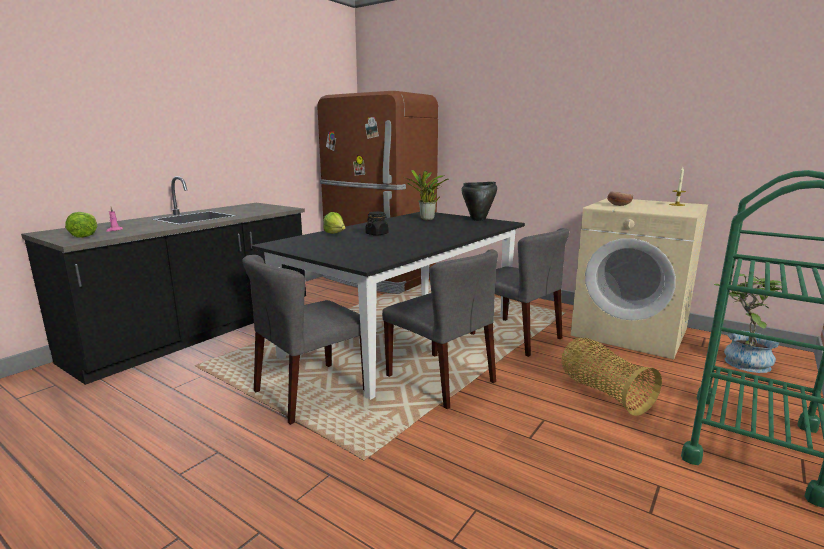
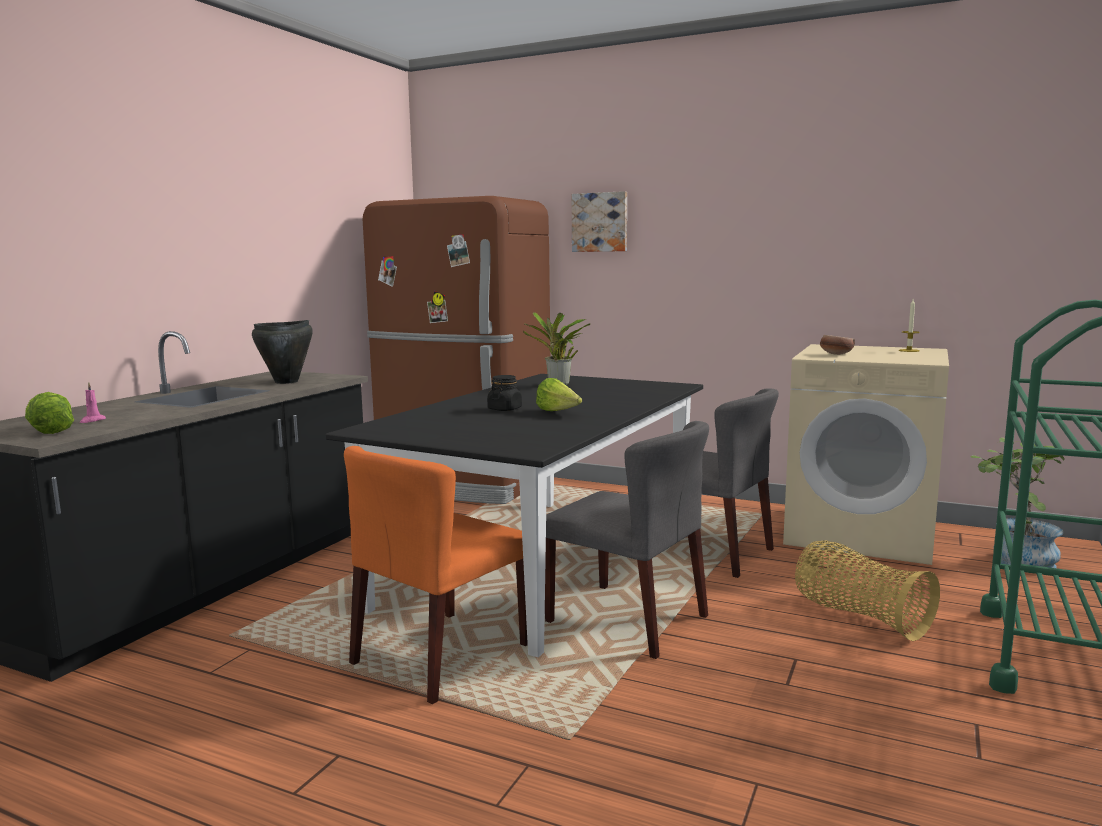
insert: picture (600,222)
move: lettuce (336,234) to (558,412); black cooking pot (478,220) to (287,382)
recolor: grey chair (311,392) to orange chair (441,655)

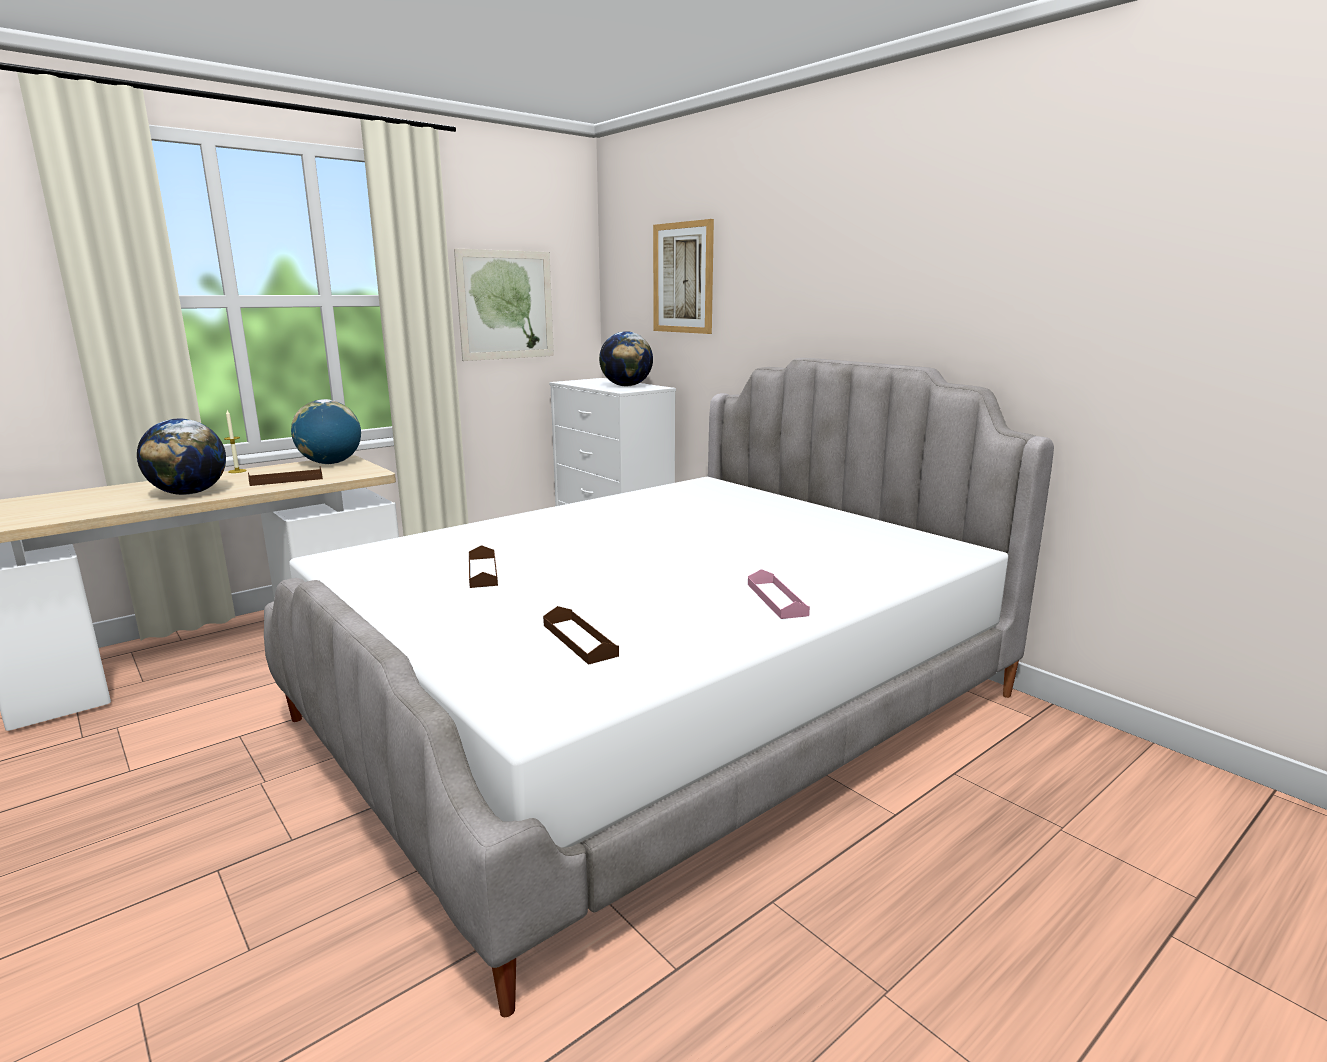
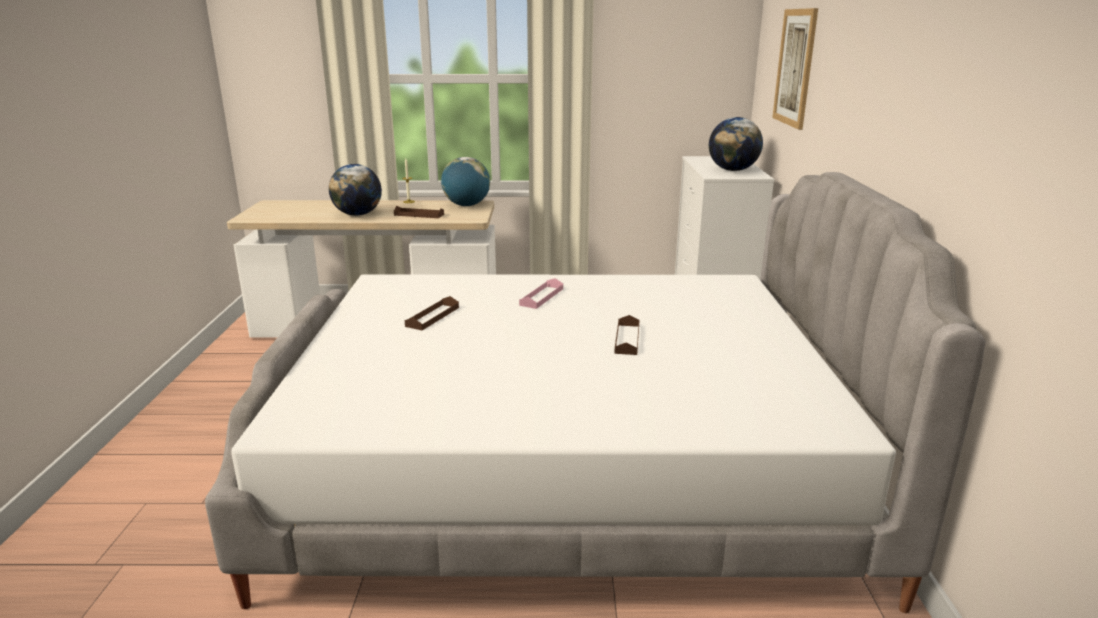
delete: picture (506,305)
move: brown tray (579,640) to (627,339); pink tray (776,599) to (541,297)

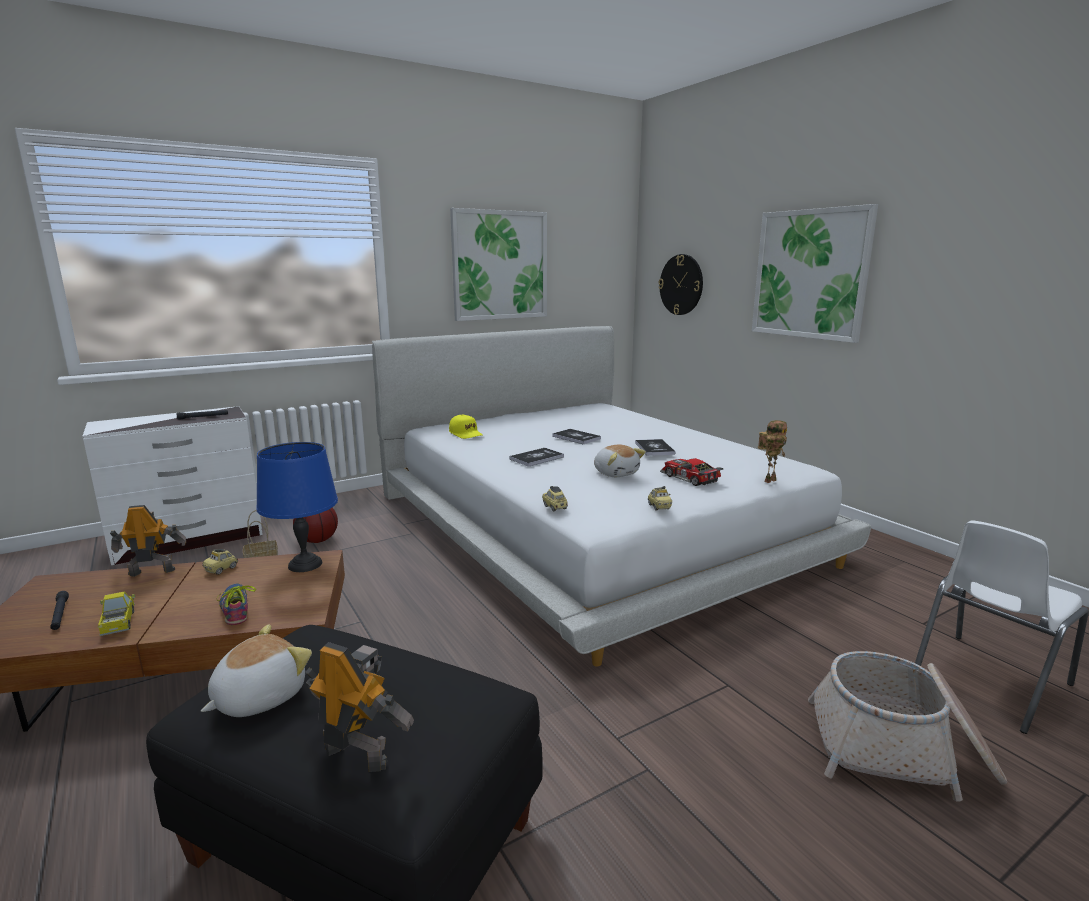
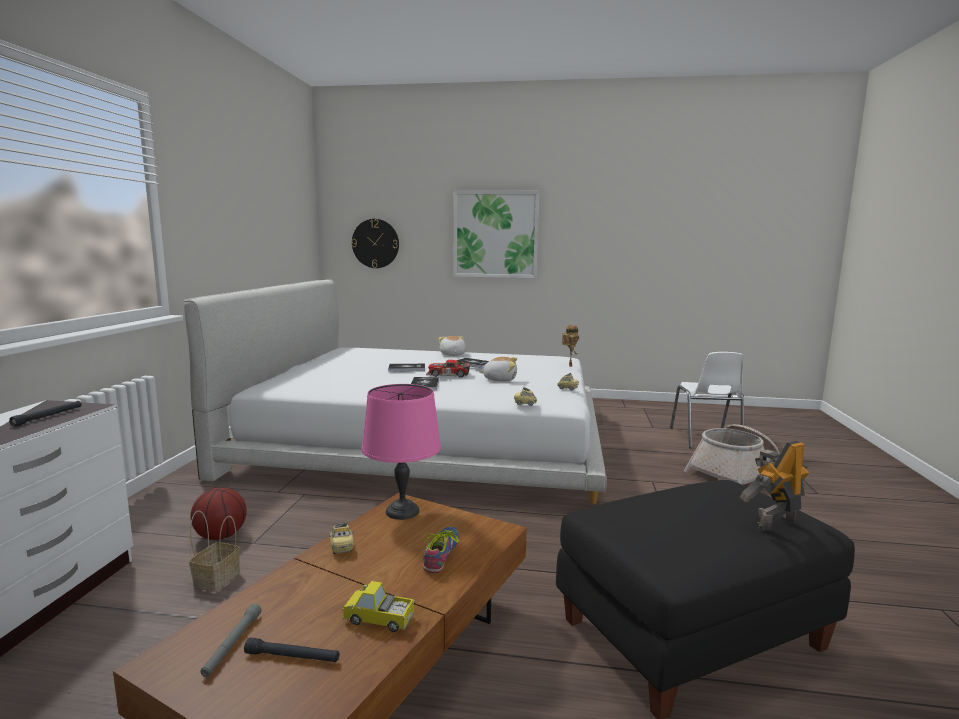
delete: toy robot (152,571); yellow cap (466,434); picture (500,265)
insert: grey flashlight (232,644)
move: plush toy (258,697) to (452,354); toy car (689,478) to (448,375)
recolor: blue table lamp (305,564) to pink table lamp (401,511)
rotate: shoe (238,608) = (444,554) 90 degrees clockwise

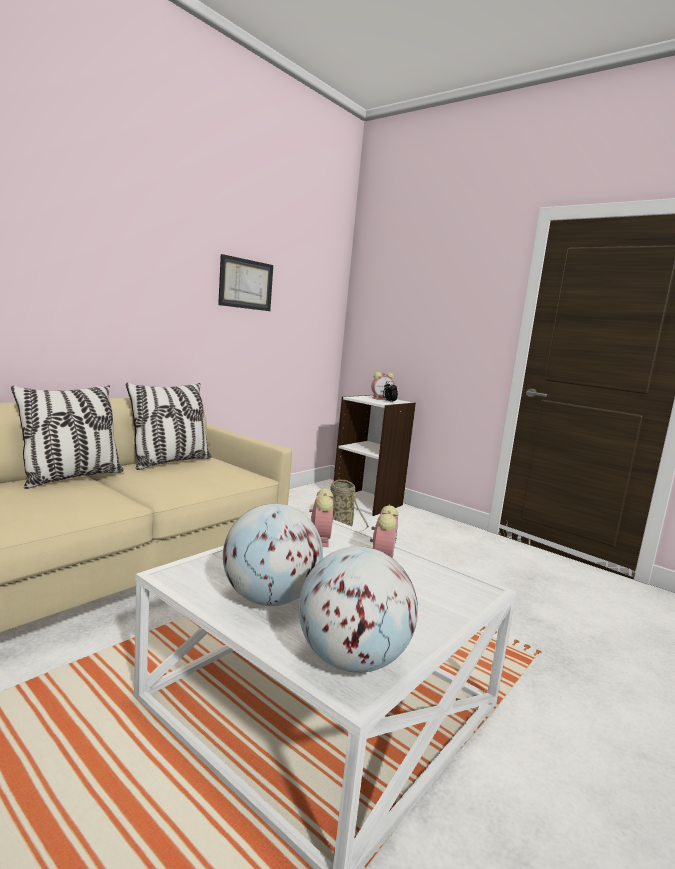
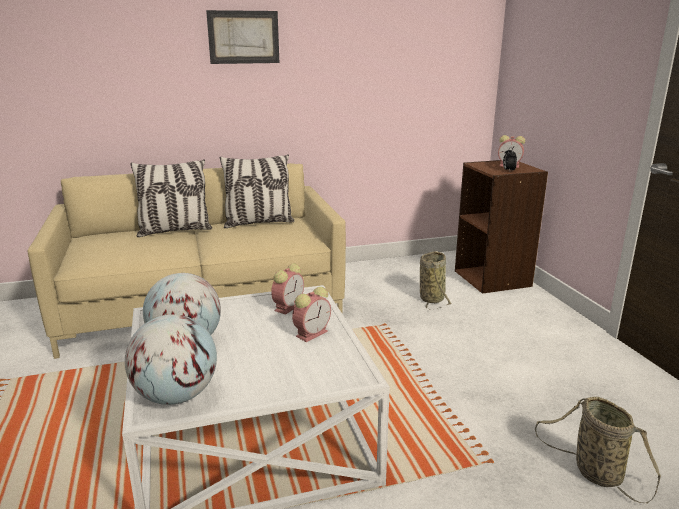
insert: basket (594,471)
move: picture (246,284) to (243,37)
recolor: white bookcase (368,502) to brown bookcase (493,278)

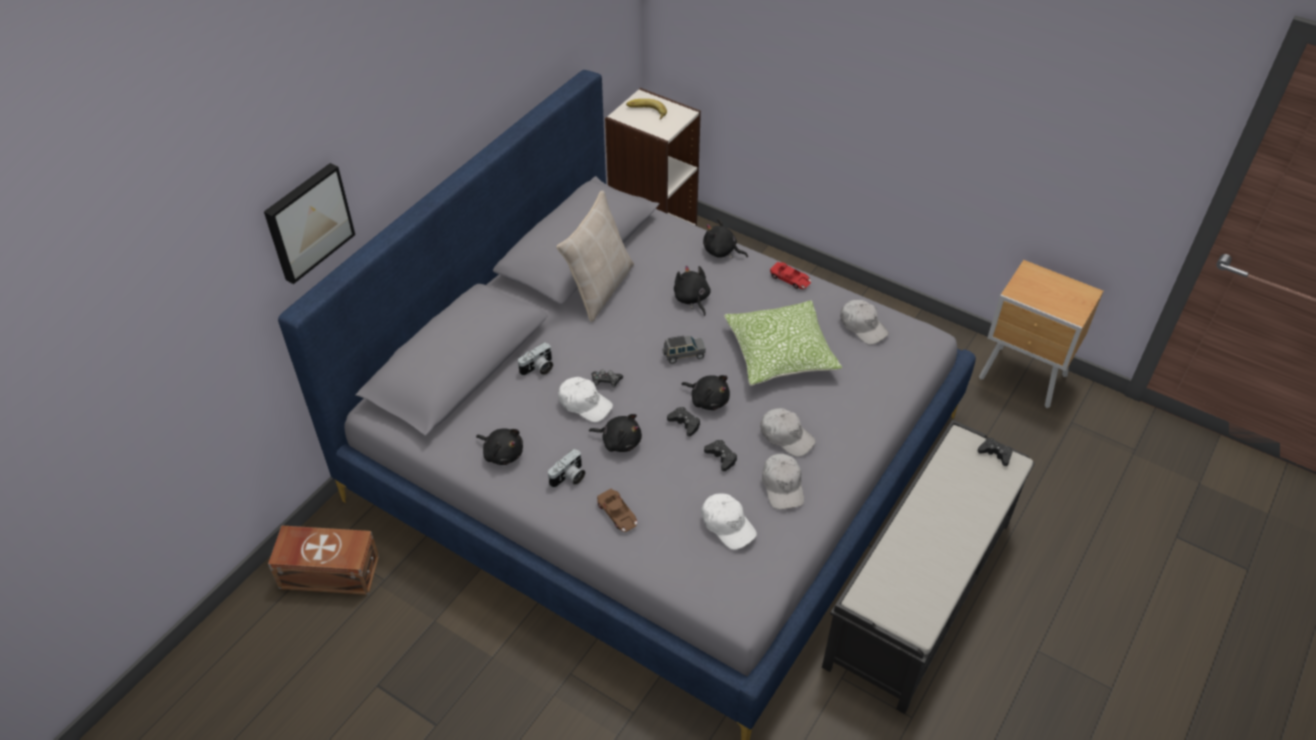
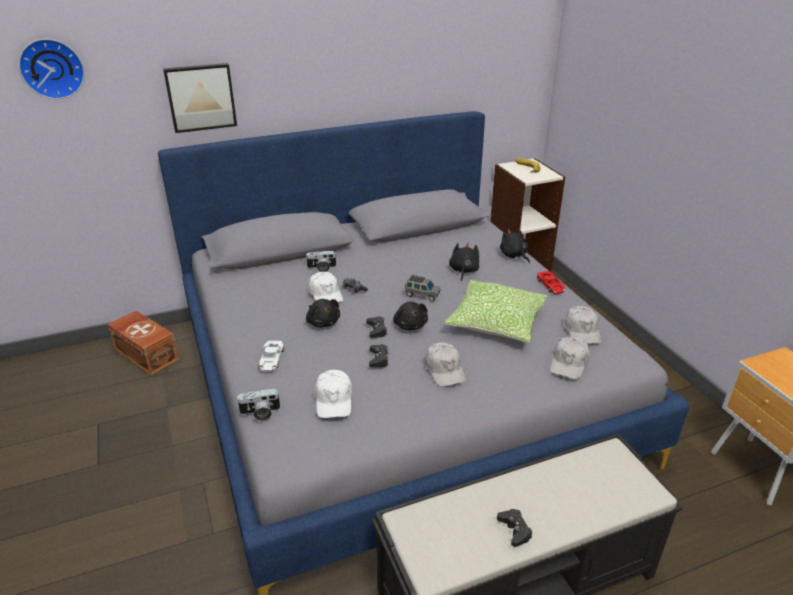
delete: black plush toy (502,453); beige pillow (599,288)
insert: wall clock (52,68)
move: photo camera (569,478) to (260,413); white cap (783,486) to (569,363); black game controller (995,454) to (514,530)
recolor: brown toy car (618,514) to white toy car (271,359)

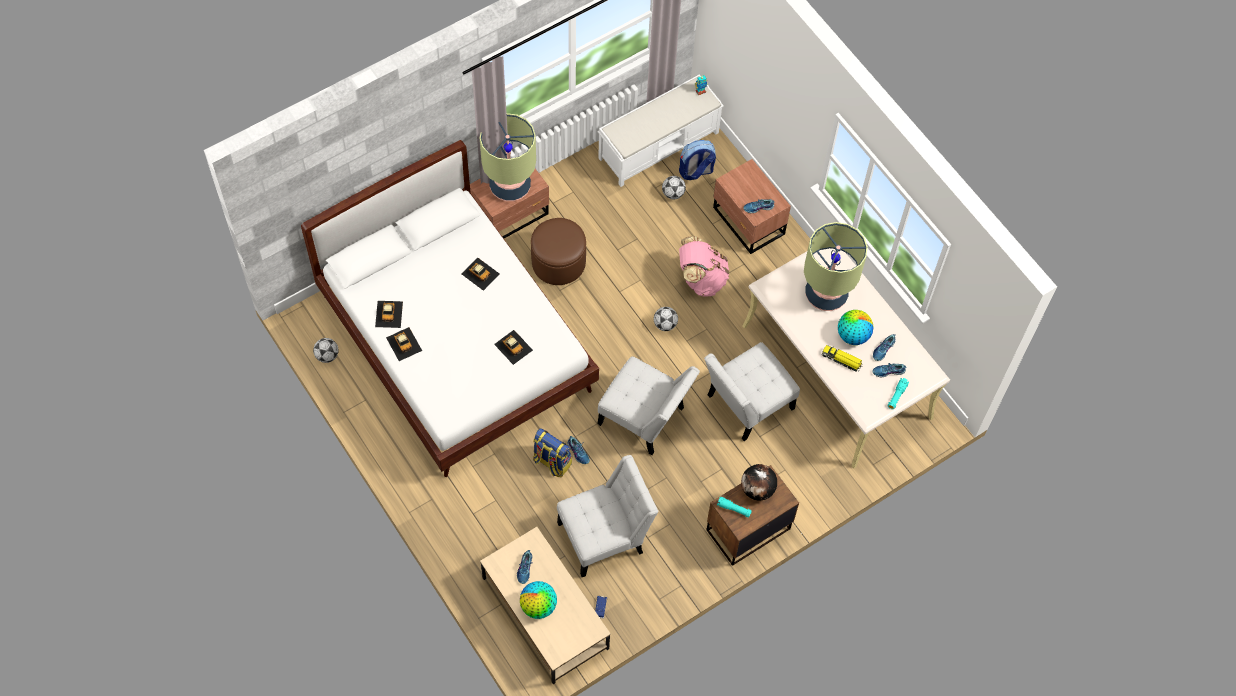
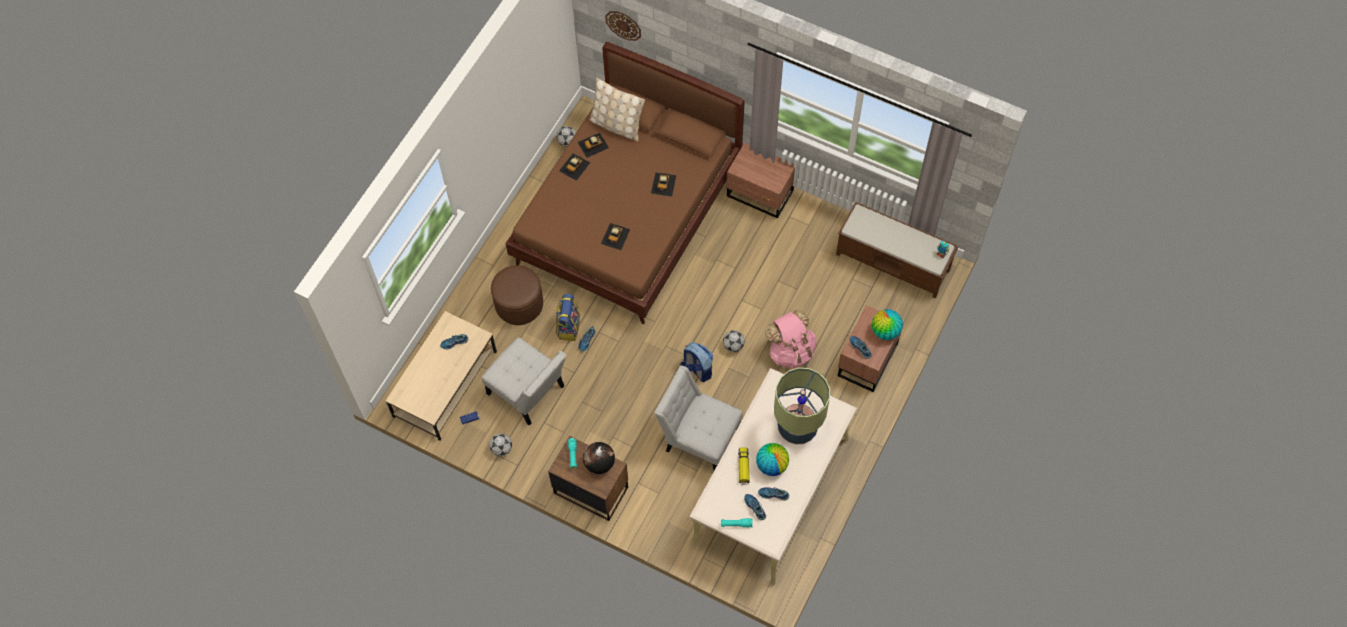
delete: table lamp (510,186); white chair (645,419)
insert: beige pillow (617,125); wall clock (623,25)
move: globe (538,606) to (885,331); brown ottoman (558,262) to (519,304); football (673,193) to (502,449); backpack (696,171) to (697,369)
recolor: white bed (457,343) to brown bed (628,216); white bench (659,145) to brown bench (893,262)

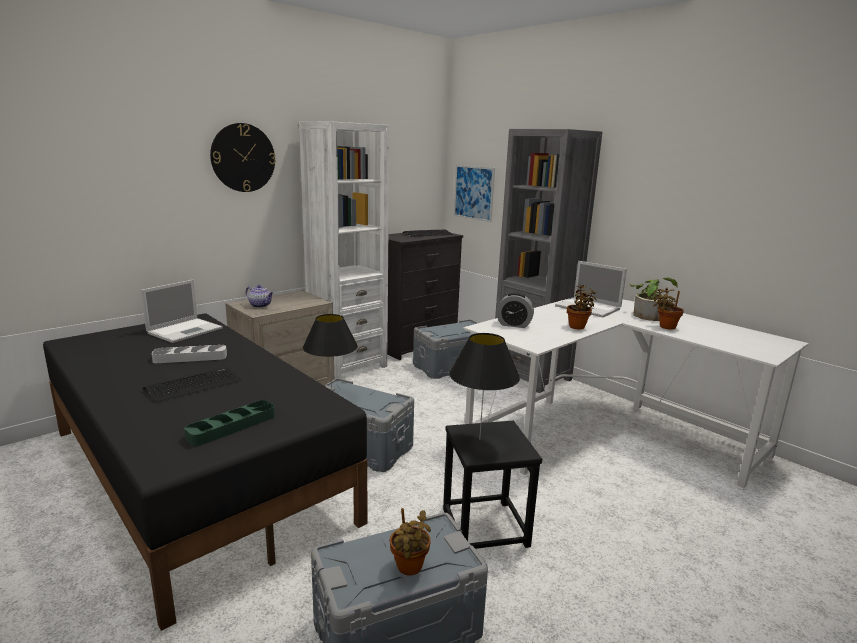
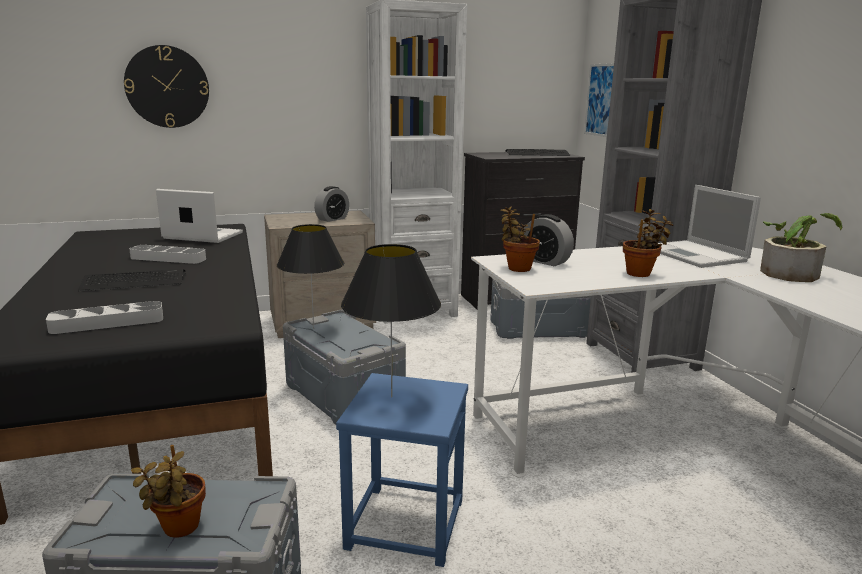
delete: teapot (260,305)
insert: alarm clock (332,219)
move: wall clock (243,158) to (167,87); potted plant (665,326) to (517,268)
recolor: green tray (232,426) to grey tray (108,323); black stool (484,527) to blue stool (404,523)
rotate: laptop (186,330) = (201,235) 135 degrees counterclockwise

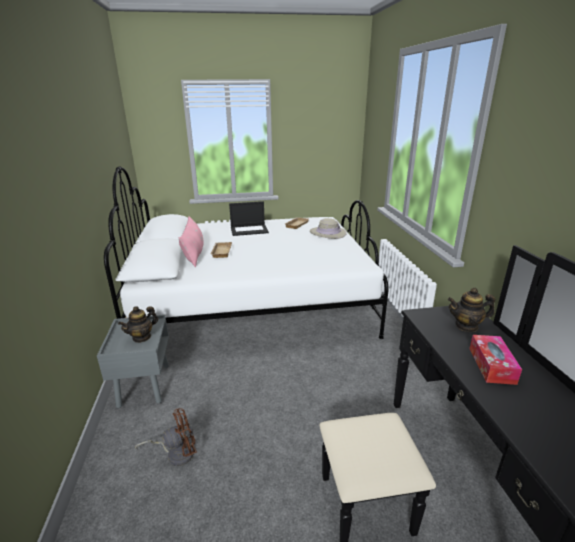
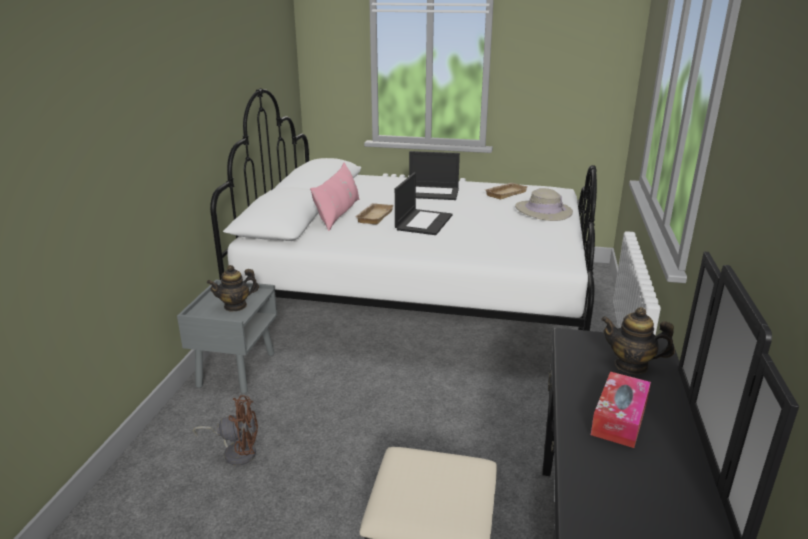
insert: laptop (423,222)

